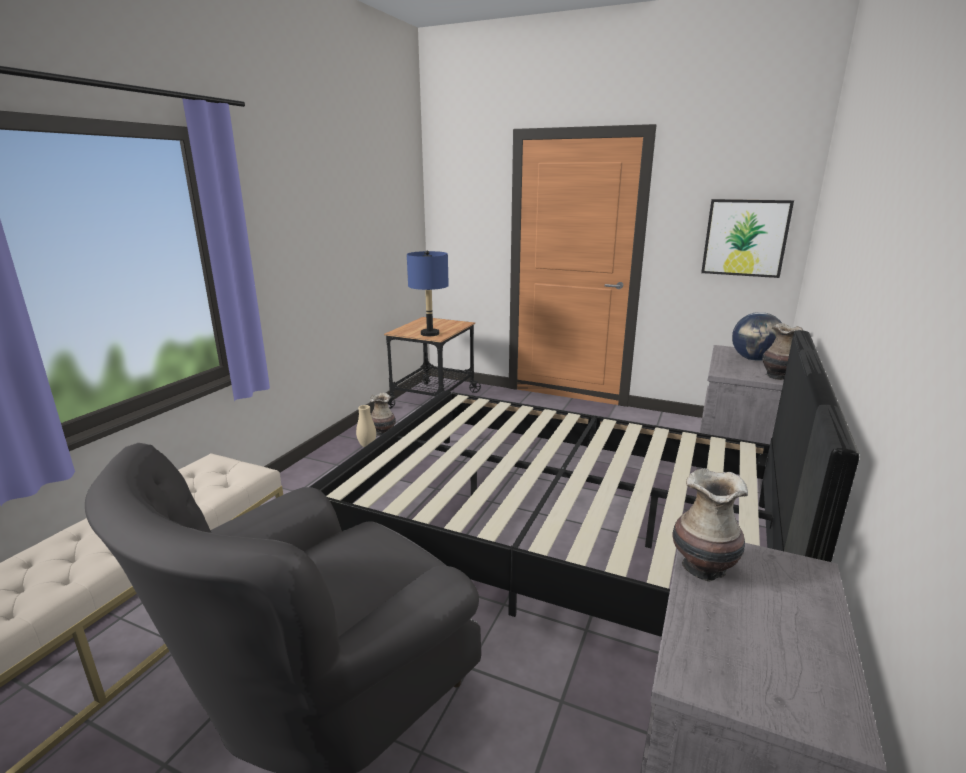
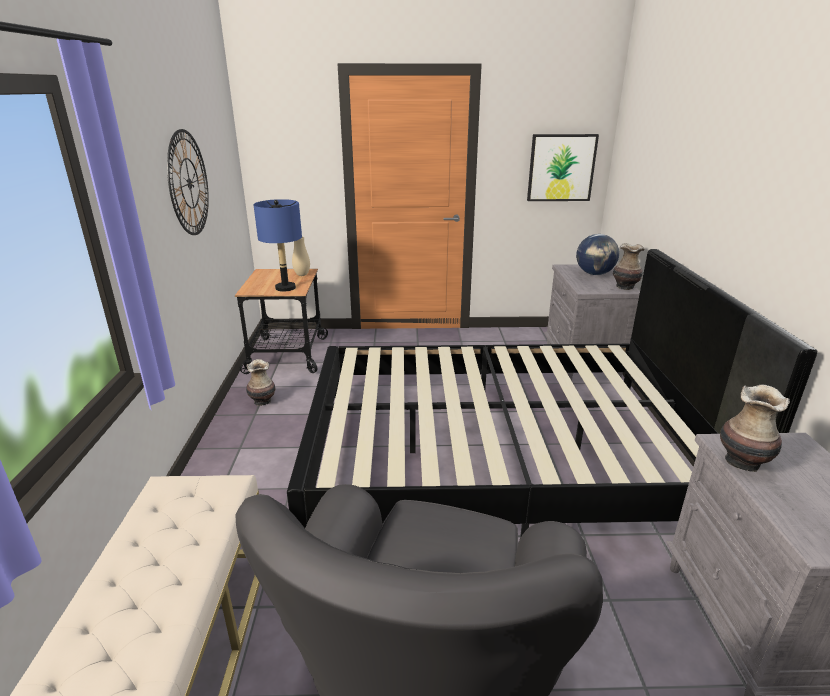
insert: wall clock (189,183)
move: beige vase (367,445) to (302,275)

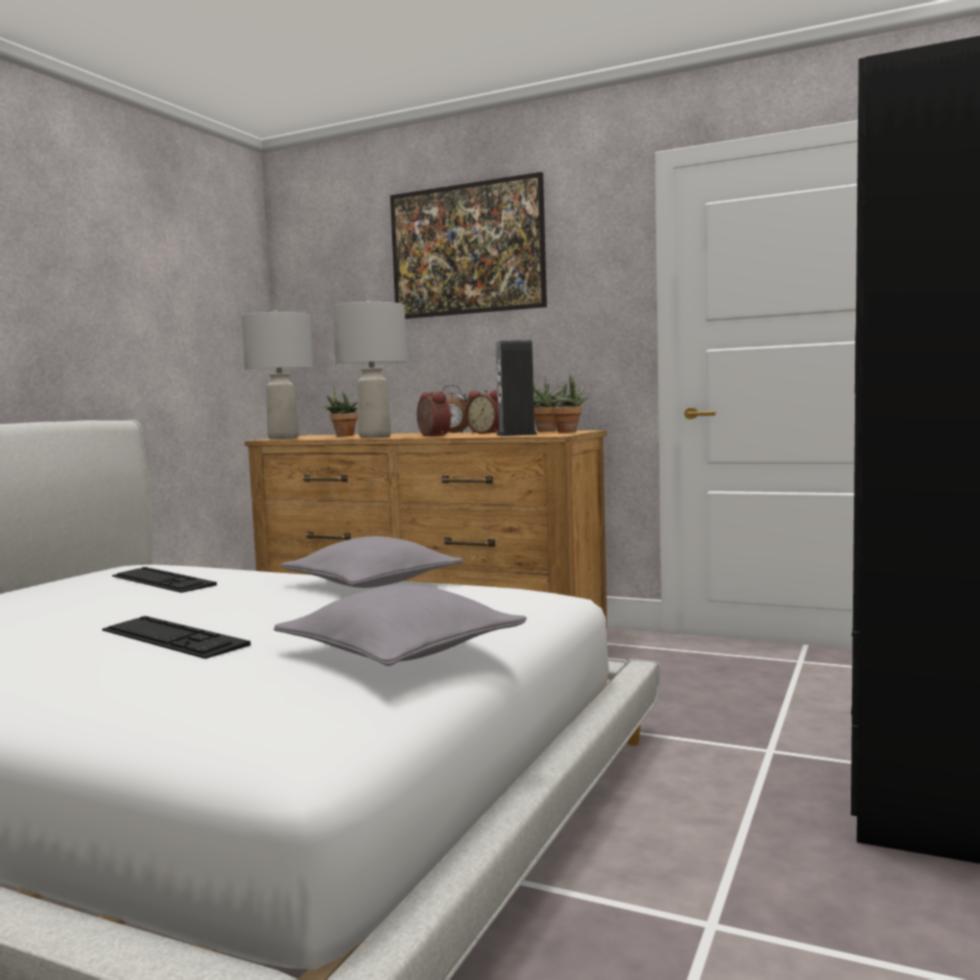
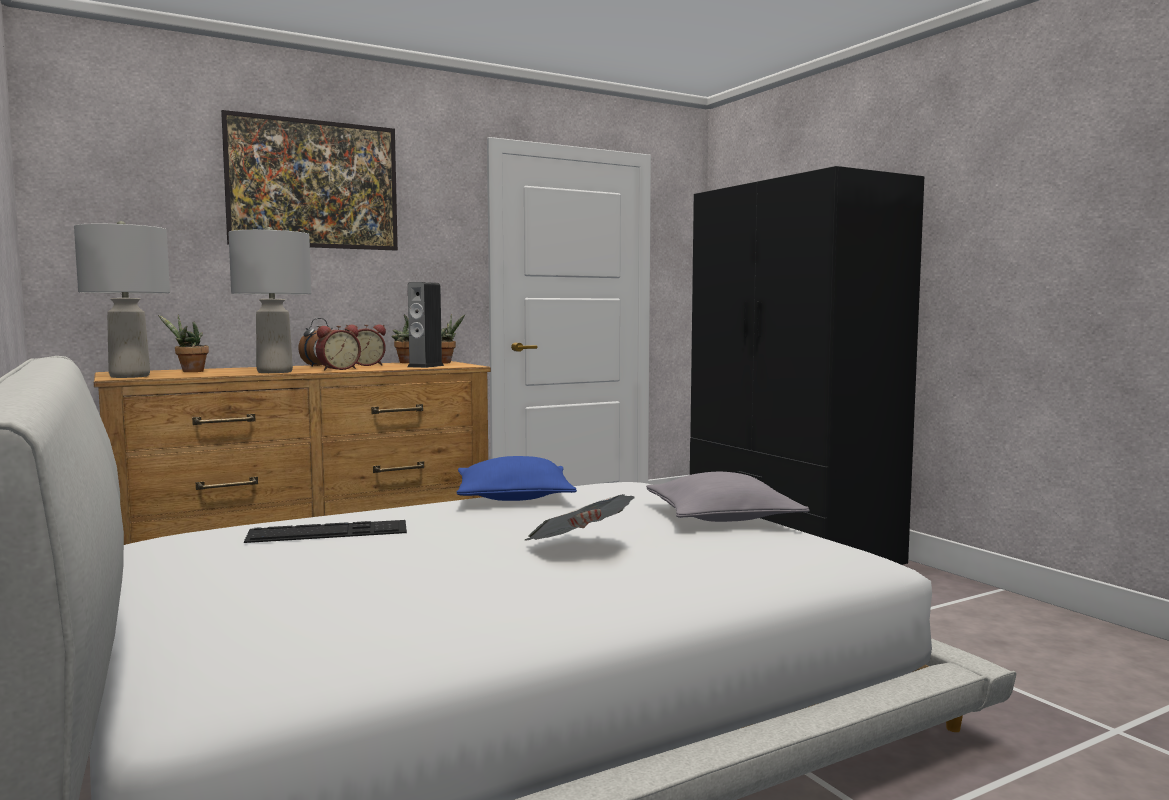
replace: keyboard (173,637) to newspaper (578,548)
recolor: grey pillow (372,583) to blue pillow (514,497)
rotate: alarm clock (431,436) = (338,369) 135 degrees clockwise

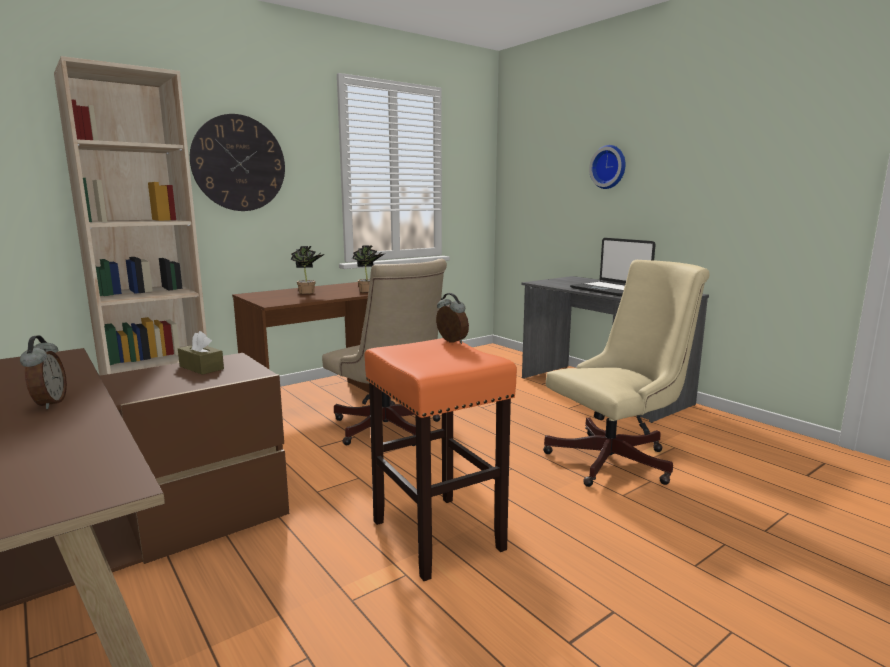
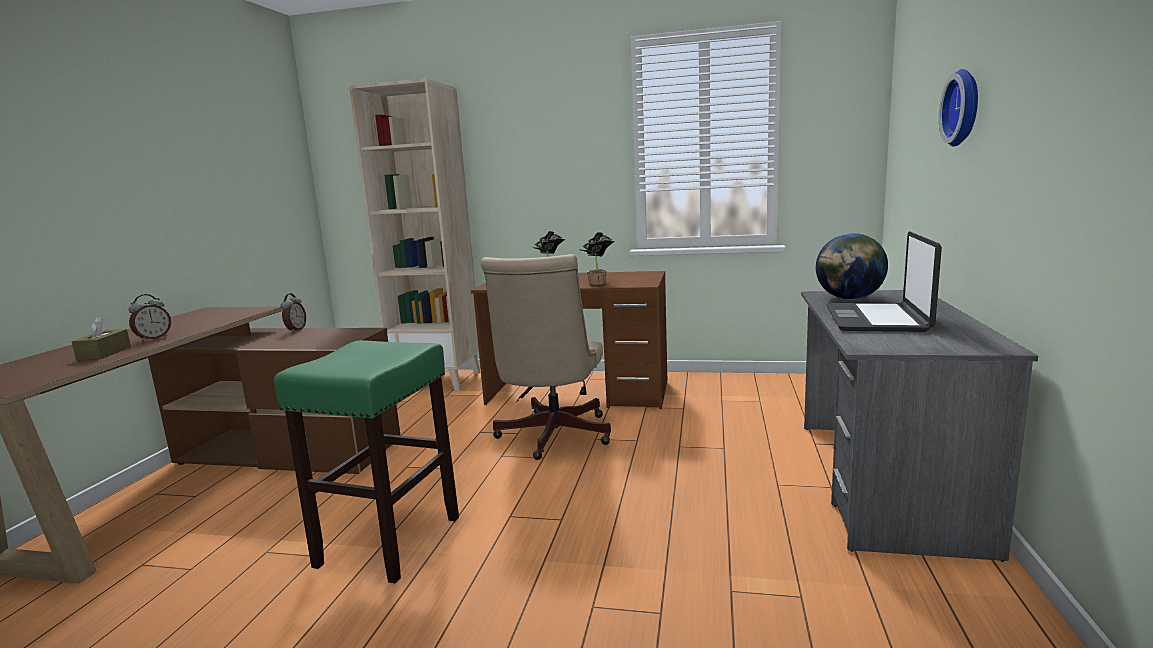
delete: wall clock (239,163); beige office chair (617,459)
insert: globe (849,298)
move: brown tissue box (201,368) to (104,353); alarm clock (451,342) to (295,330)
recolor: orange stool (438,535) to green stool (388,542)

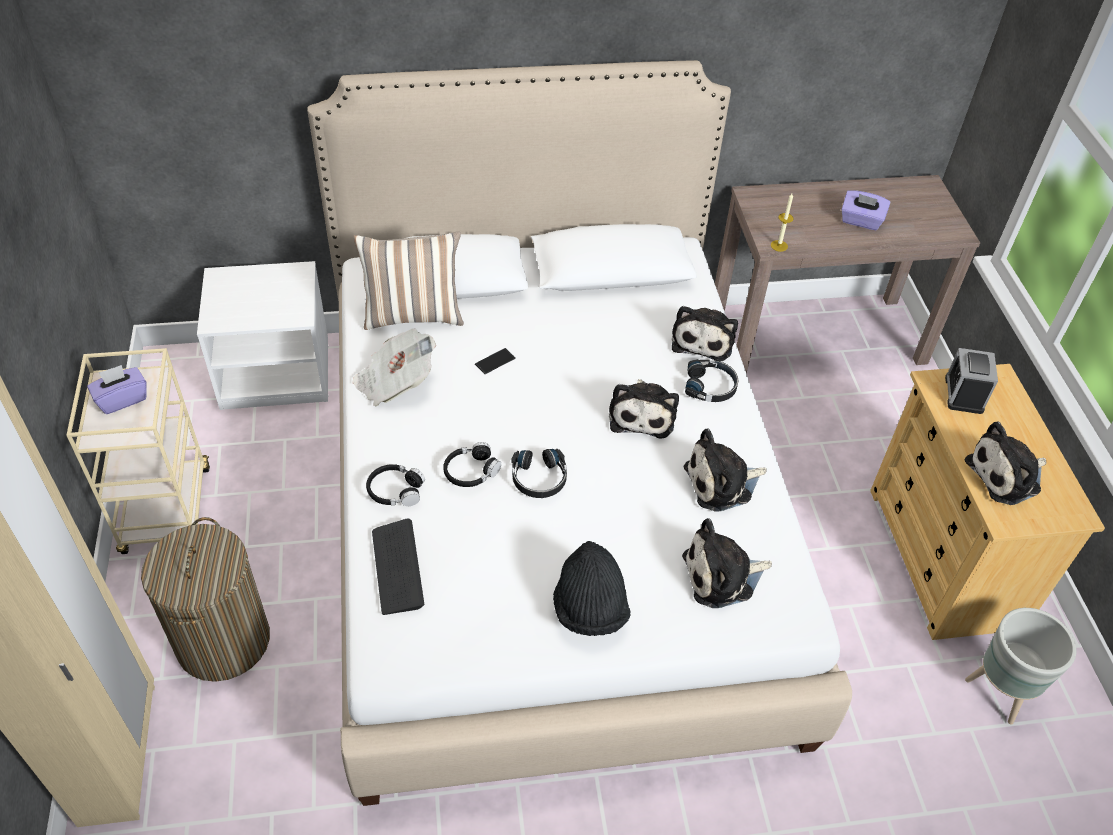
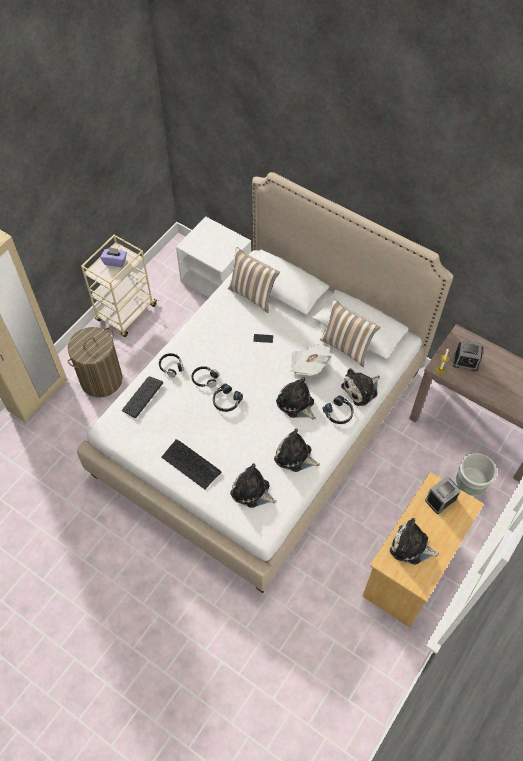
delete: purple tissue box (861,221)
insert: pillow (346,347); alarm clock (465,361)
move: newspaper (395,382) to (309,365); grey planter (1000,693) to (466,491)
replace: black hat (590,608) to keyboard (191,464)
rotate: plush toy (642,414) = (296,404) 90 degrees clockwise

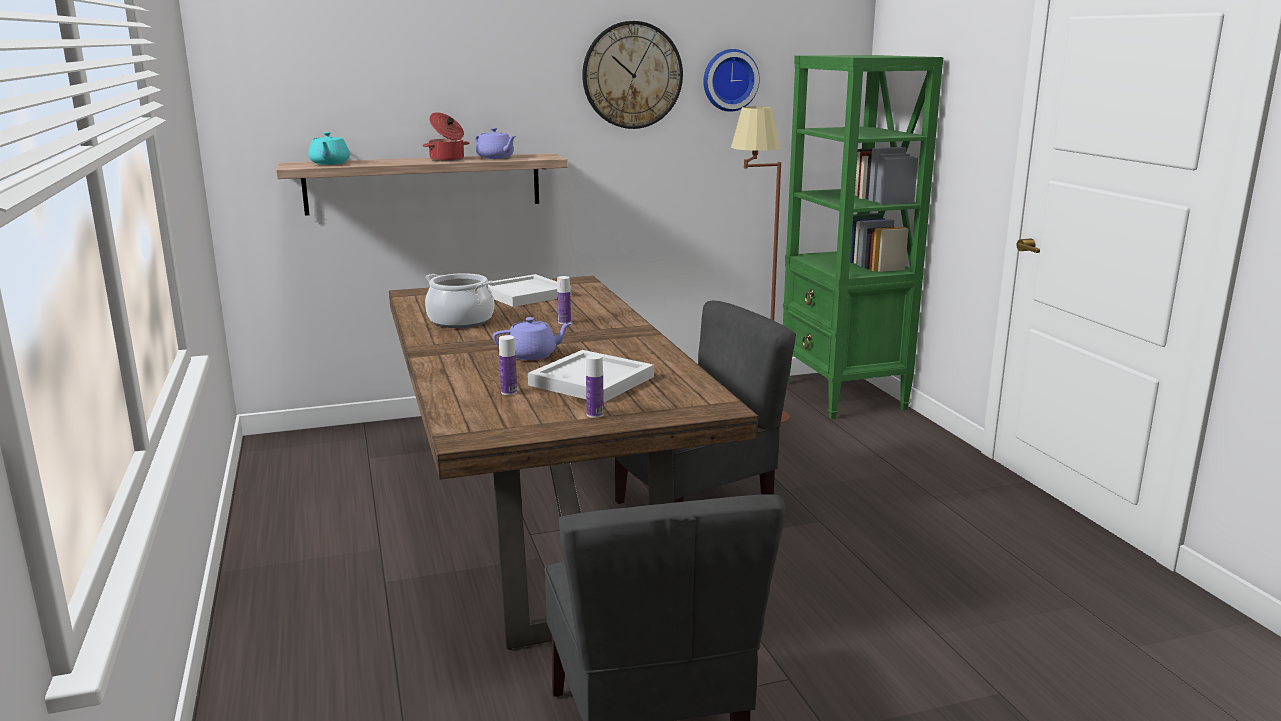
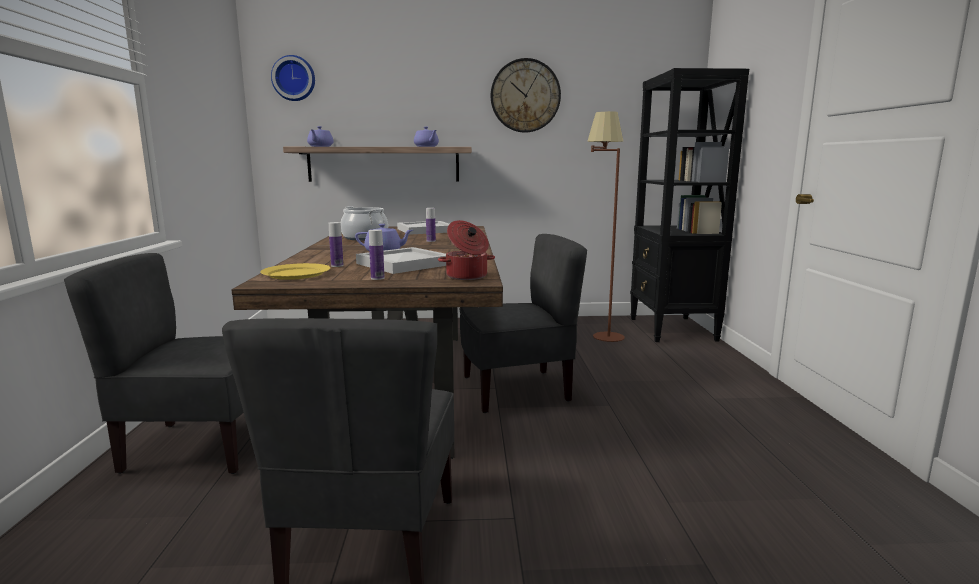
insert: grey chair (200,446); yellow plate (296,274)
move: cooking pot (447,159) to (467,276); wall clock (729,80) to (294,78)
recolor: turquoise teapot (329,163) to purple teapot (320,146); green bookcase (843,396) to black bookcase (672,329)

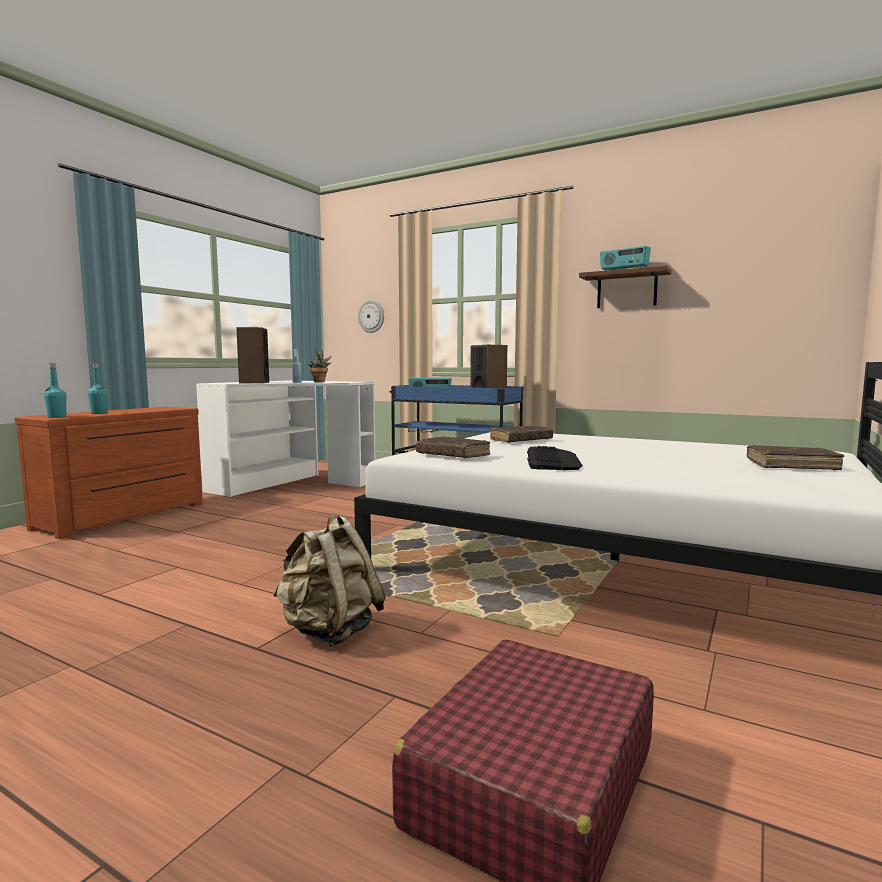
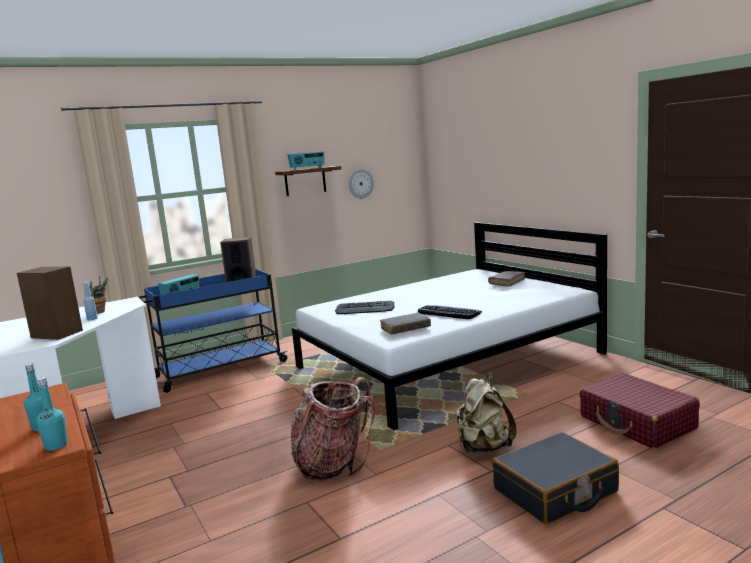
insert: backpack (333,464); black suitcase (555,491)
move: wall clock (371,316) to (360,183)
replace: brown book (521,440) to keyboard (365,309)

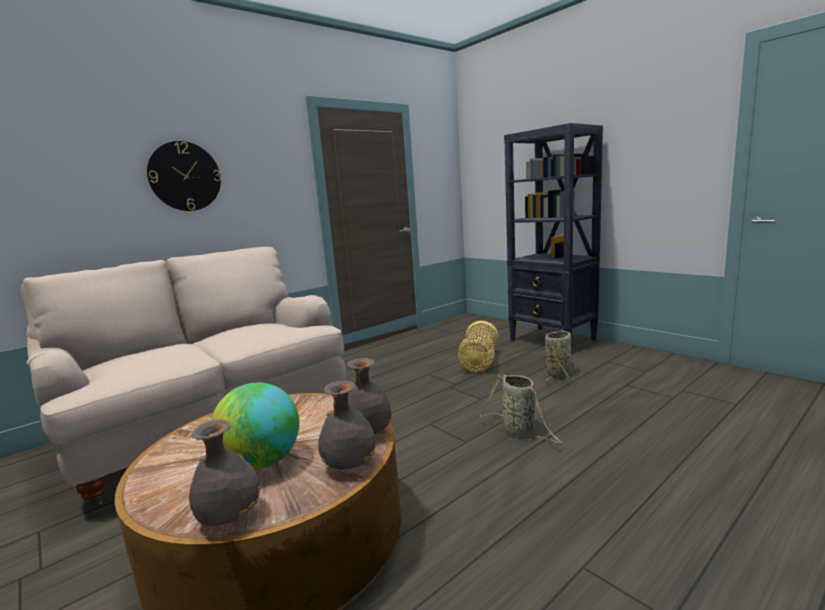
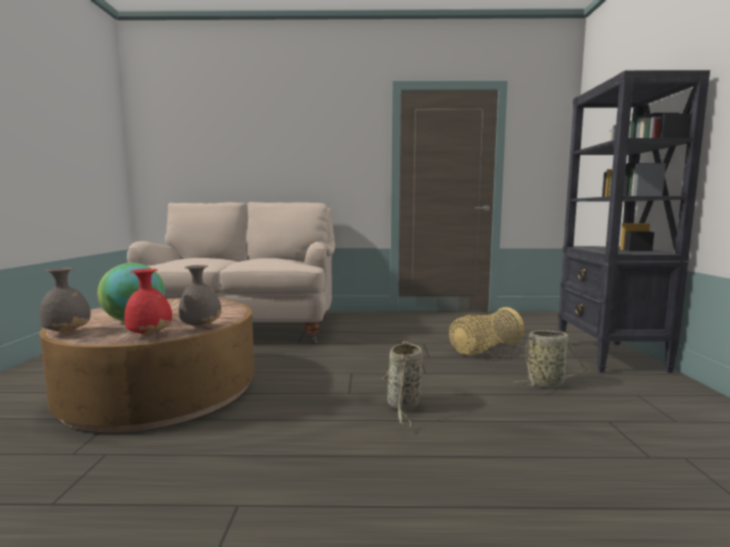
delete: wall clock (185,176)
recolor: grey vase (349,465) to red vase (150,335)

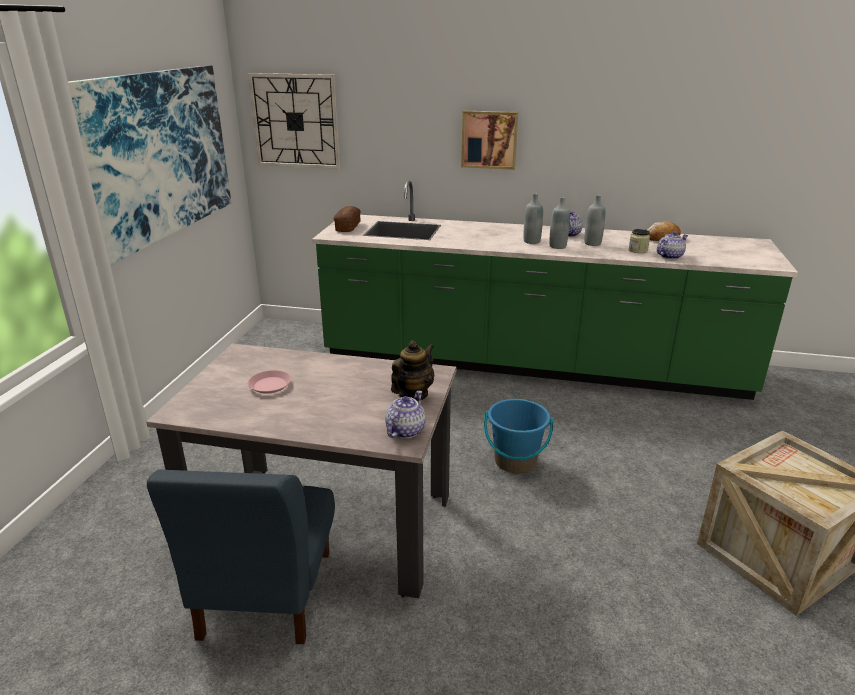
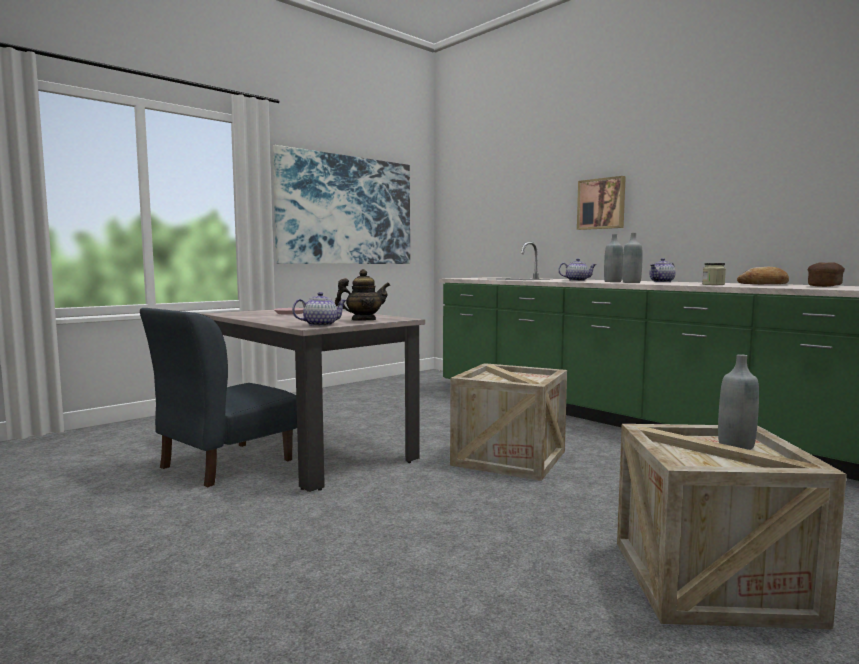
delete: wall clock (295,121)
move: bread (348,227) to (824,286); grey bottle (592,243) to (736,446); teapot (669,256) to (577,280)
replace: blue bucket (515,461) to crate (509,458)

